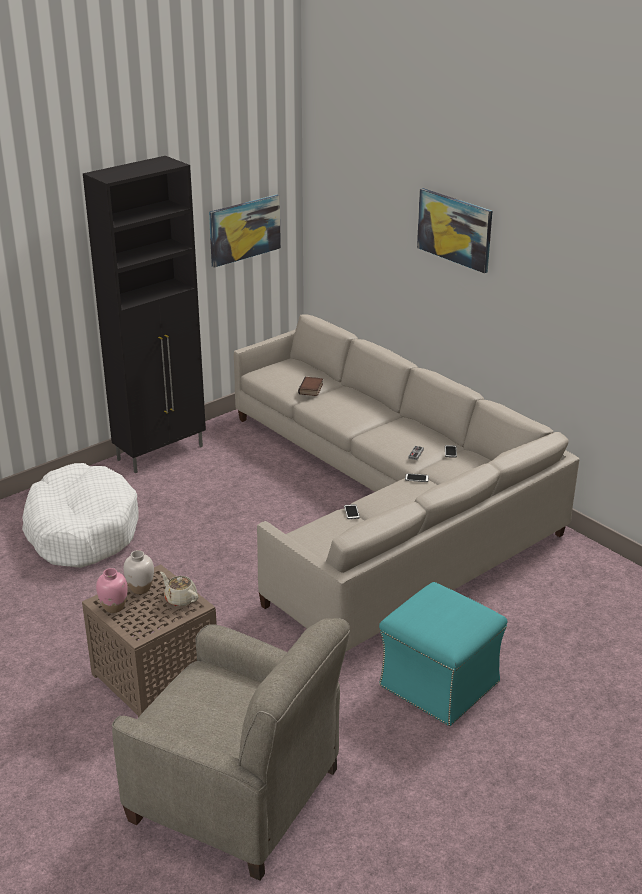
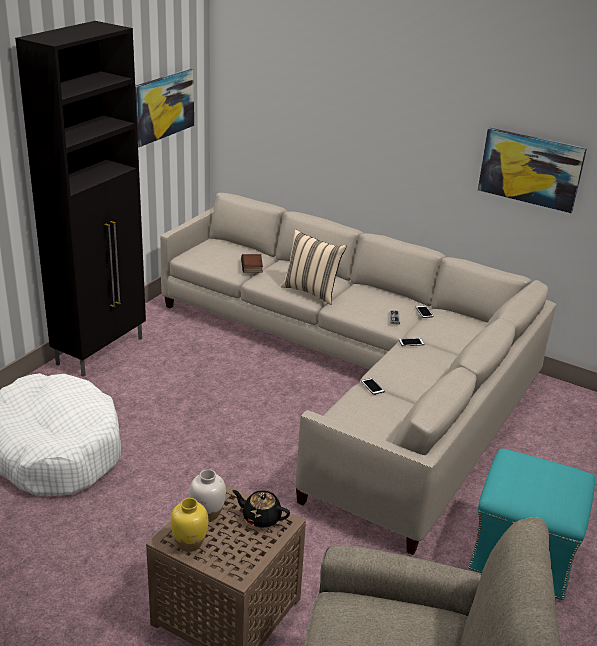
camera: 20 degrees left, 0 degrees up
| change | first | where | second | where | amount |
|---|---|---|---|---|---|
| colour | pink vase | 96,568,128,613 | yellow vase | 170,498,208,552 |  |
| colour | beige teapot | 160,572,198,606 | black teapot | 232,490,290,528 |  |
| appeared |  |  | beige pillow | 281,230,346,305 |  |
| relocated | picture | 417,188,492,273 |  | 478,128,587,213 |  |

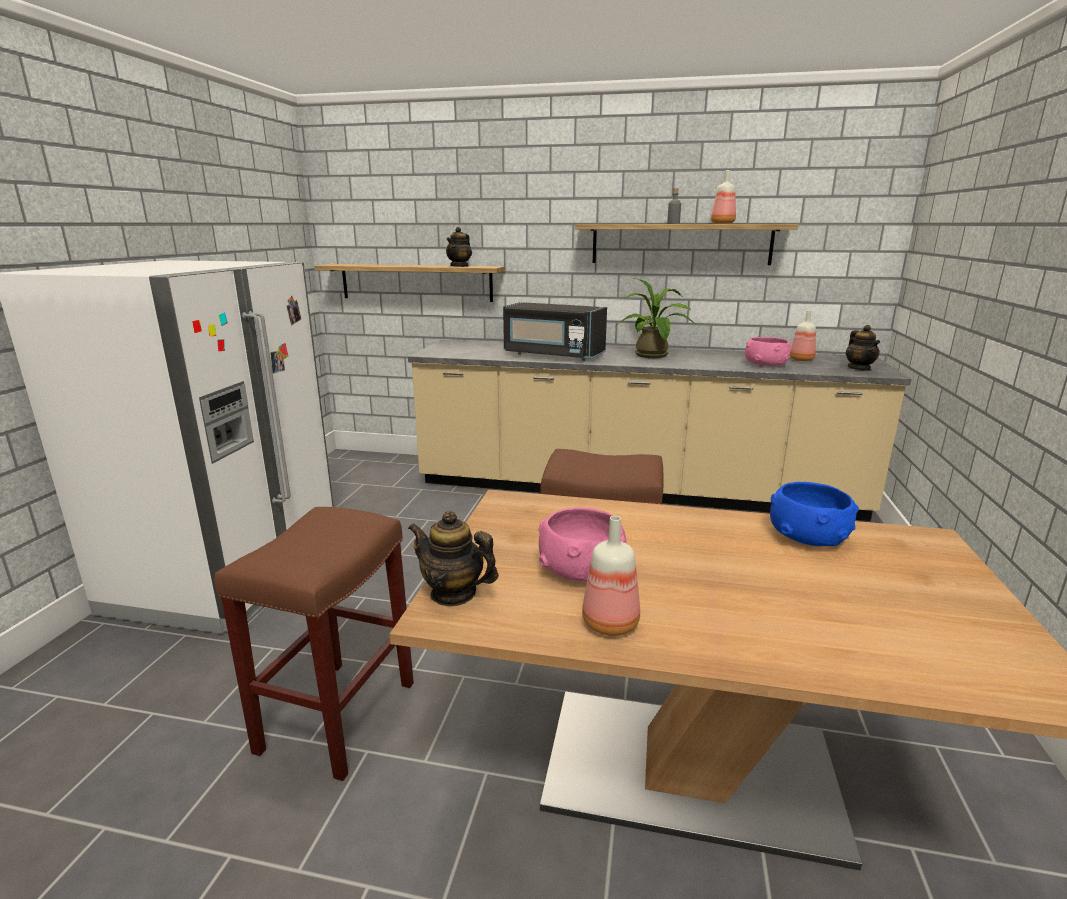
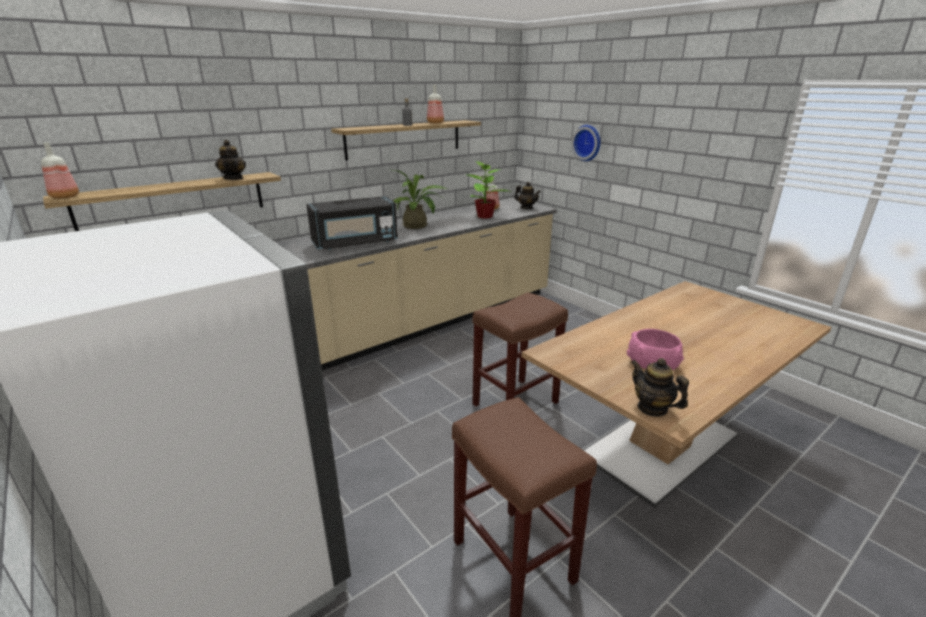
camera: 50 degrees left, 5 degrees up
| change | first | where | second | where | amount |
|---|---|---|---|---|---|
| relocated | bottle | 582,516,640,636 |  | 41,142,79,199 |  |
| exchanged | pink bowl | 744,337,791,366 | potted plant | 468,161,512,218 |  |
| appeared |  |  | wall clock | 572,125,600,161 |  |
| spun | teapot | 408,511,499,607 |  | 631,358,689,417 | 75 degrees clockwise |
| missing | blue bowl | 770,482,859,546 |  |  |  |

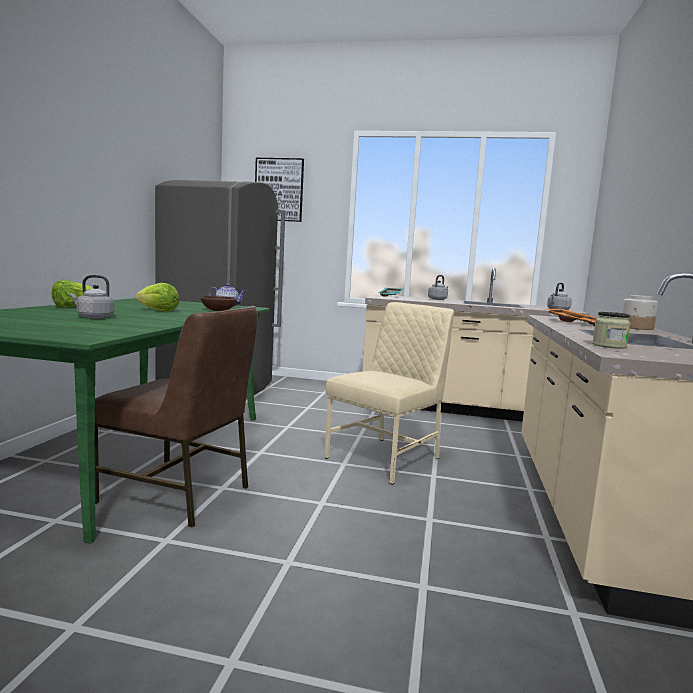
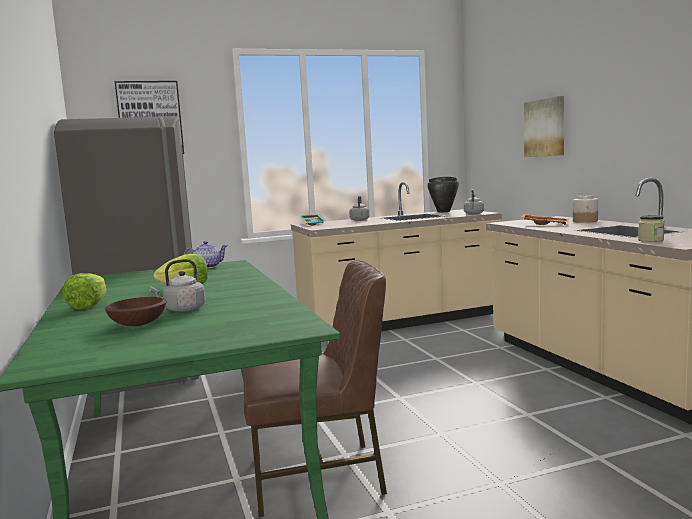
camera: 30 degrees left, 0 degrees up
| change | first | where | second | where | amount |
|---|---|---|---|---|---|
| relocated | brown bowl | 201,296,237,311 |  | 105,297,166,326 |  |
| appeared |  |  | black cooking pot | 427,177,459,212 |  |
| appeared |  |  | picture | 524,96,564,157 |  |
| missing | beige chair | 324,302,454,485 |  |  |  |

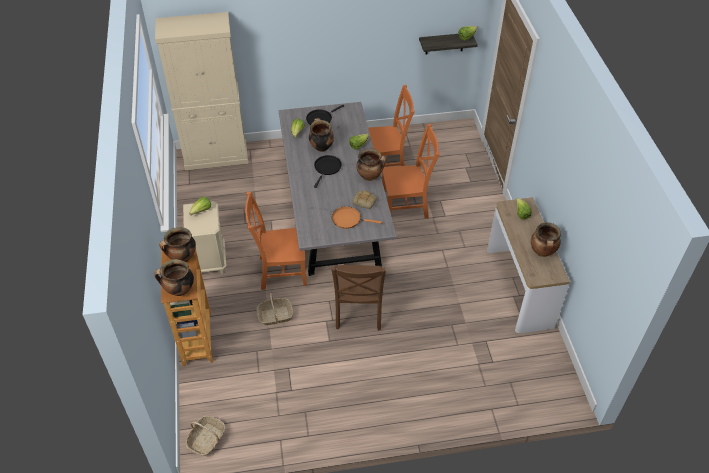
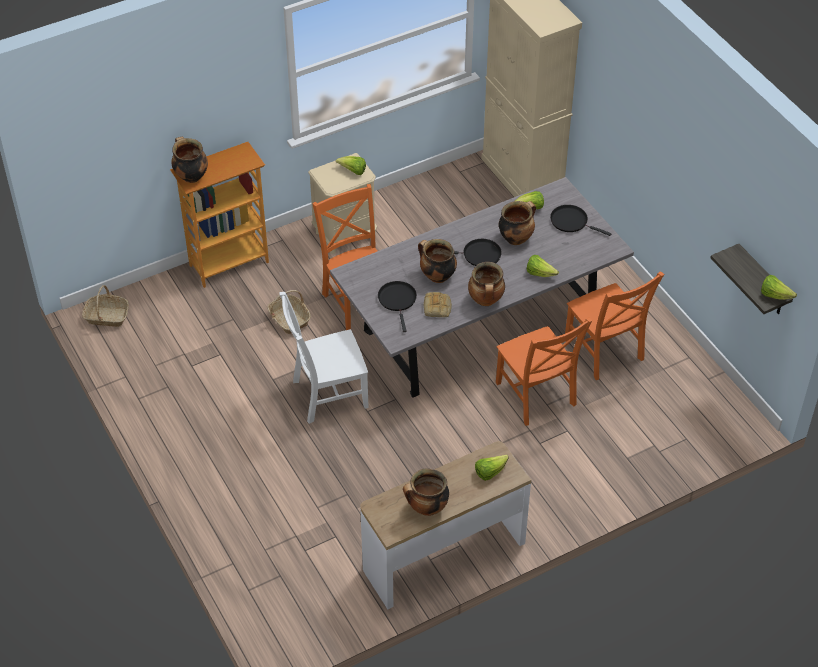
camera: 70 degrees right, 0 degrees up
| change | first | where | second | where | amount |
|---|---|---|---|---|---|
| colour | brown chair | 332,265,386,331 | white chair | 280,292,369,424 |  |
| colour | orange frying pan | 332,206,382,229 | black frying pan | 378,281,417,332 |  |
| relocated | cooking pot | 159,227,196,262 |  | 418,239,457,283 |  |

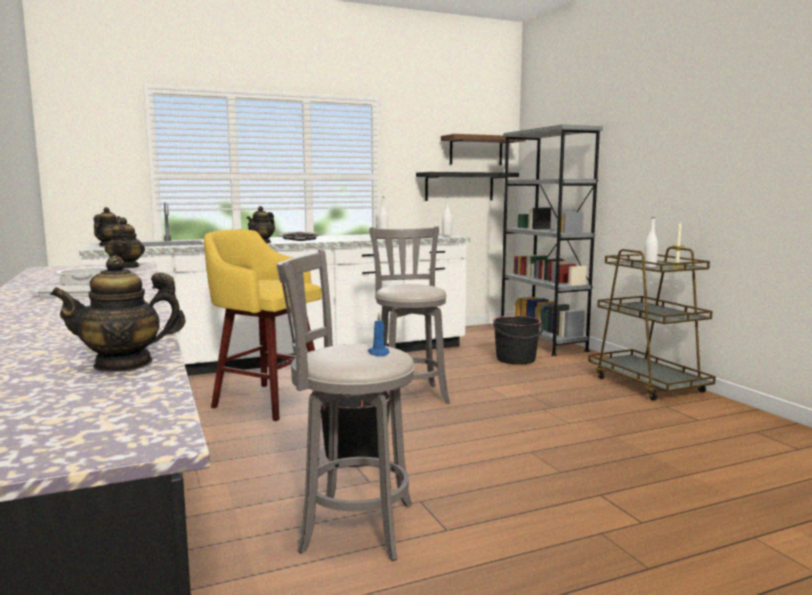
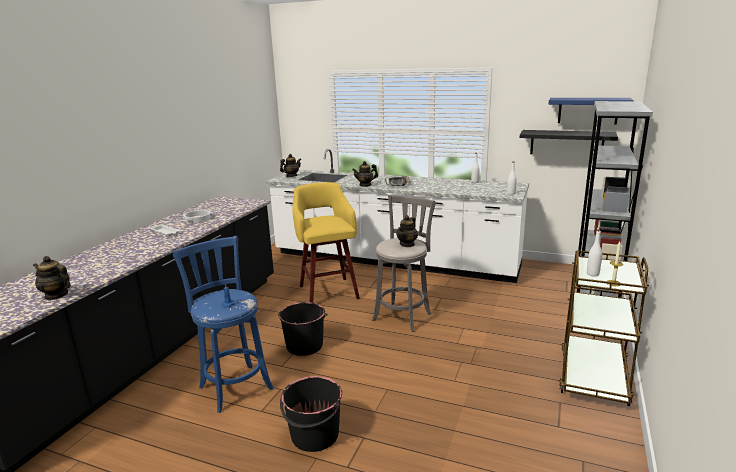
camera: 45 degrees right, 10 degrees up
| change | first | where | second | where | amount |
|---|---|---|---|---|---|
| colour | grey stool | 276,250,415,561 | blue stool | 173,236,273,413 |  |
| relocated | black bucket | 493,316,544,364 |  | 280,376,342,452 |  |
| relocated | teapot | 105,217,145,268 |  | 396,215,418,247 |  |
| colour | brown shelf | 441,134,526,165 | blue shelf | 548,98,634,124 |  |

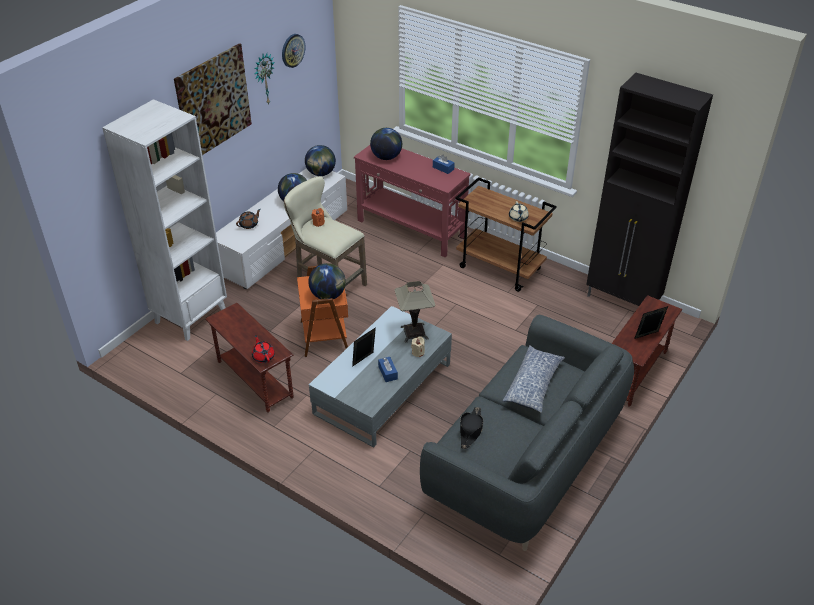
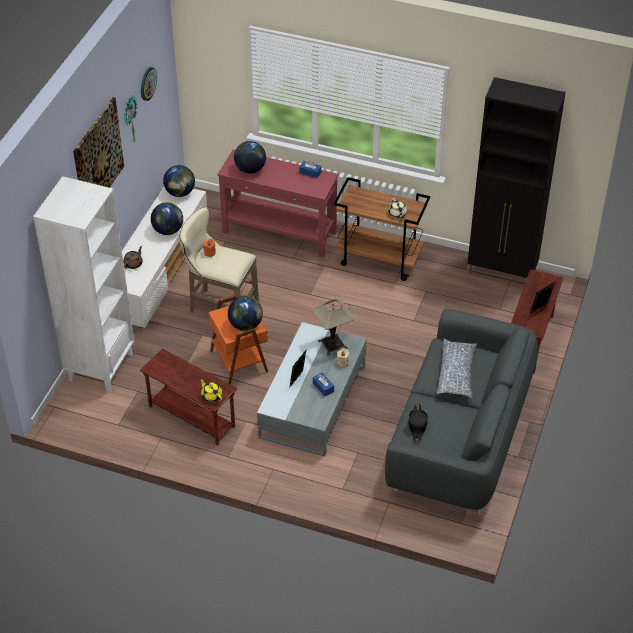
camera: 15 degrees left, 5 degrees up
| change | first | where | second | where | amount |
|---|---|---|---|---|---|
| colour | red teapot | 252,335,275,363 | yellow teapot | 200,378,222,402 |  |

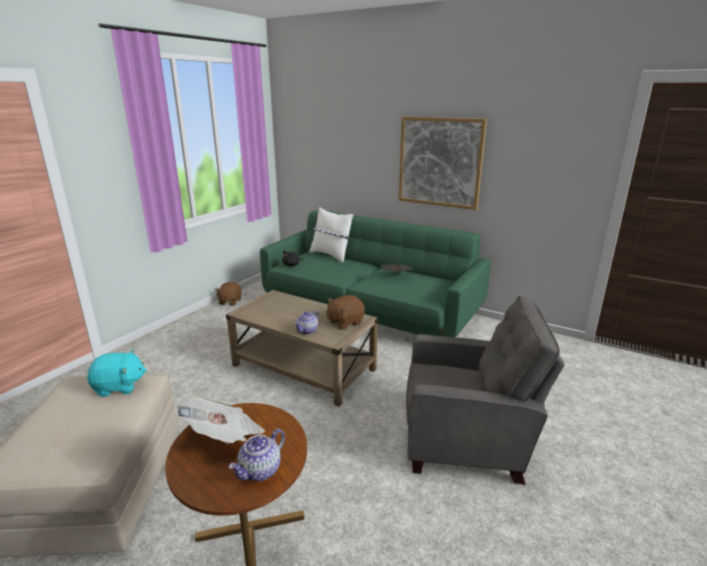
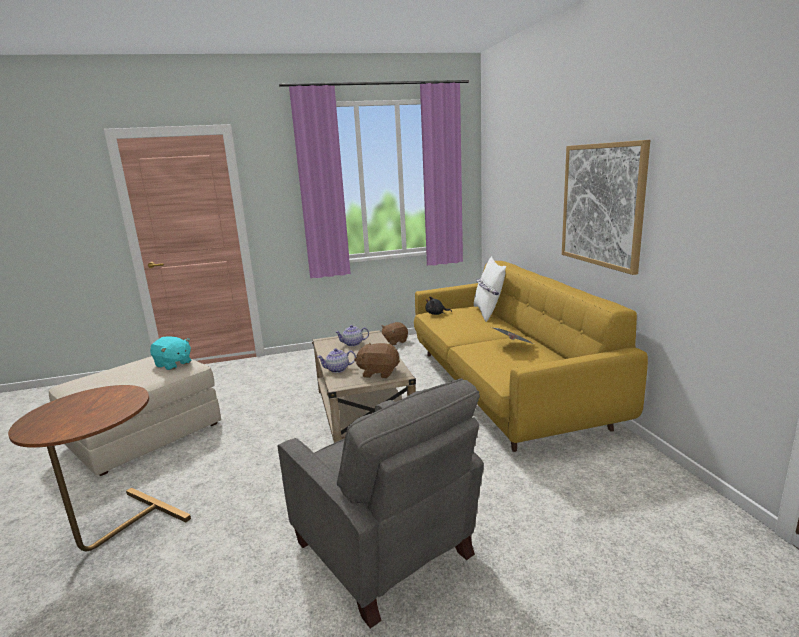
camera: 45 degrees right, 5 degrees down
| change | first | where | second | where | amount |
|---|---|---|---|---|---|
| relocated | teapot | 229,429,285,481 |  | 335,325,369,346 |  |
| colour | green sofa | 260,210,491,337 | yellow sofa | 414,261,648,452 |  |
| missing | newspaper | 173,395,265,444 |  |  |  |

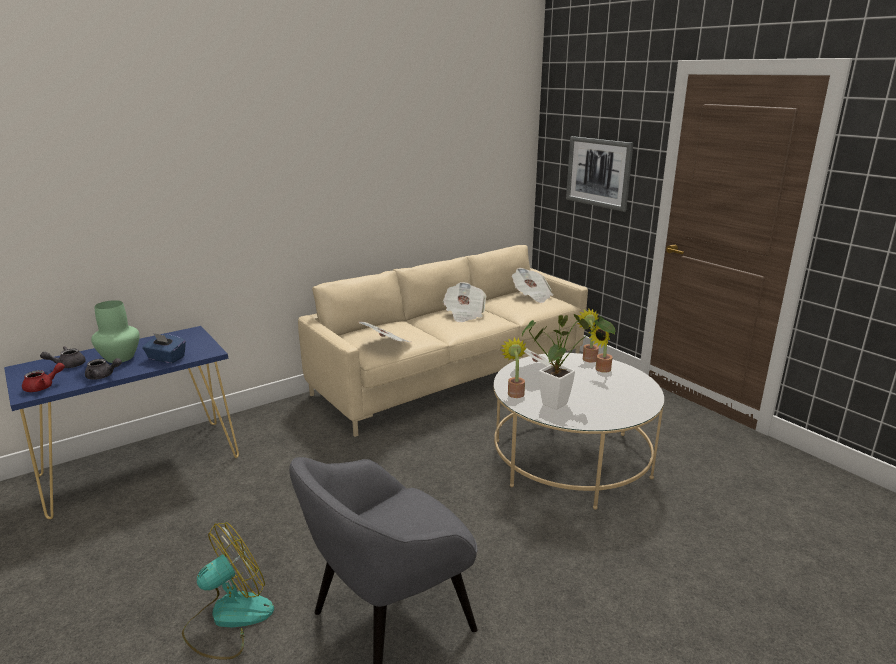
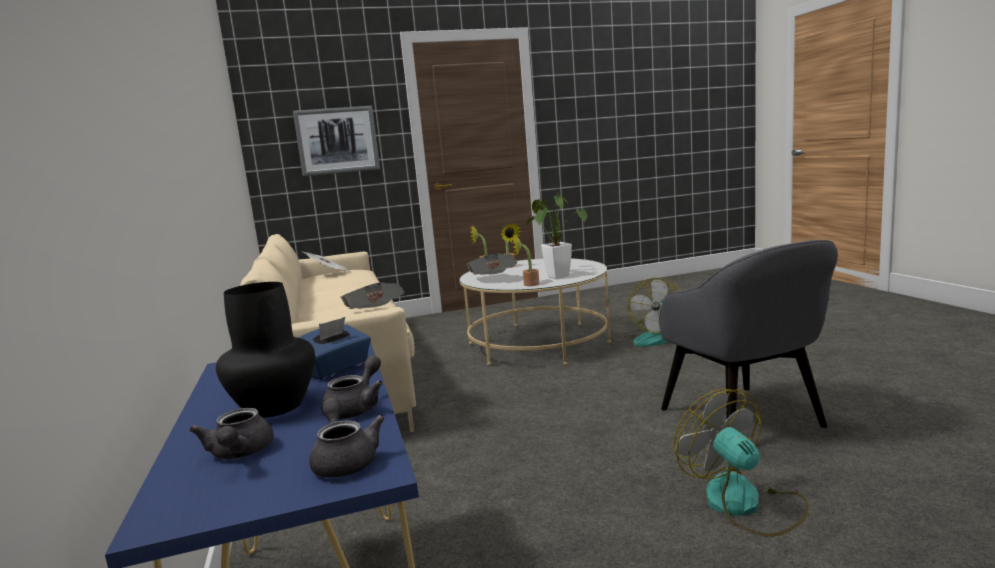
camera: 70 degrees left, 10 degrees down
| change | first | where | second | where | amount |
|---|---|---|---|---|---|
| colour | green vase | 91,300,140,363 | black vase | 216,282,315,418 |  |
| colour | red teapot | 22,363,65,392 | grey teapot | 309,398,385,478 |  |
| appeared |  |  | fan | 623,278,681,347 |  |
| missing | newspaper | 443,282,486,322 |  |  |  |

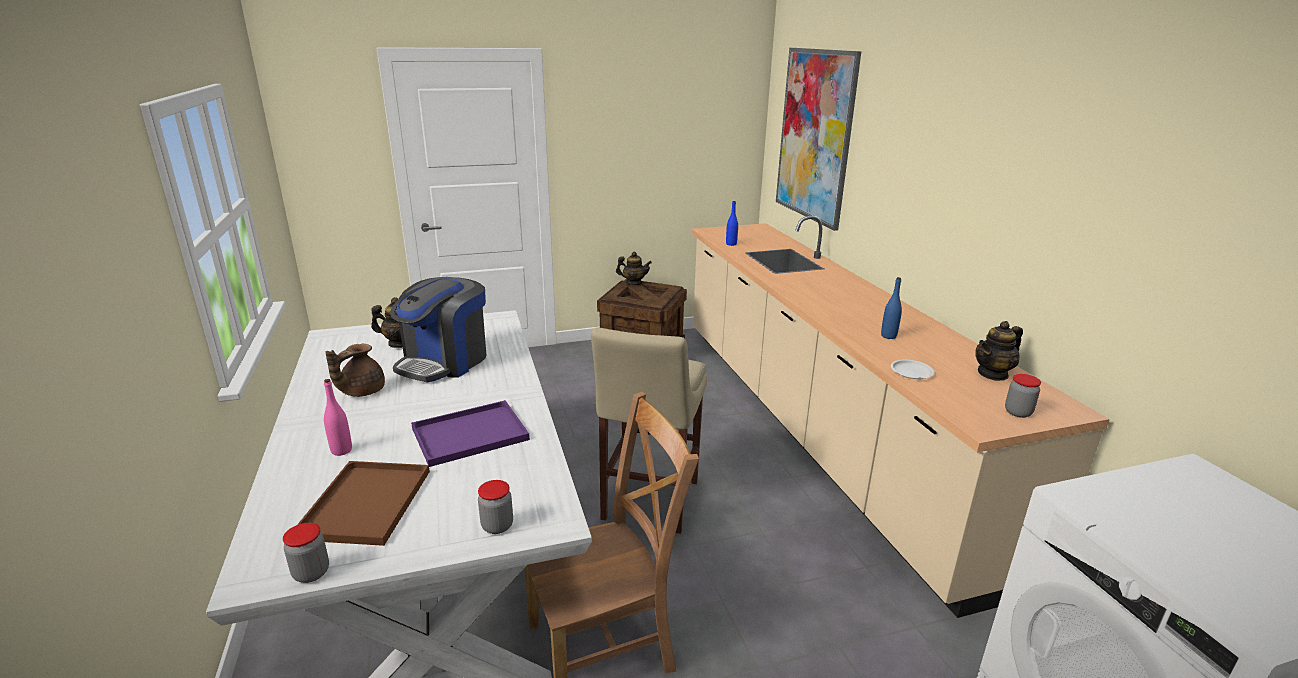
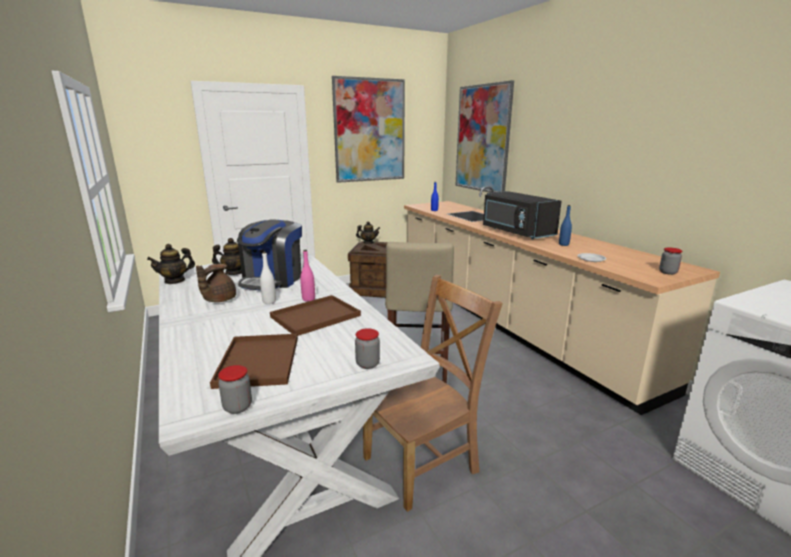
camera: 10 degrees left, 5 degrees down
| change | first | where | second | where | amount |
|---|---|---|---|---|---|
| relocated | teapot | 975,321,1023,381 |  | 147,244,195,284 |  |
| appeared |  |  | white bottle | 260,252,276,304 |  |
| colour | purple tray | 411,400,530,467 | brown tray | 270,295,361,336 |  |
| relocated | pink bottle | 324,379,352,456 |  | 300,250,315,302 |  |
| appeared |  |  | picture | 332,76,405,183 |  |
| appeared |  |  | black microwave | 483,191,562,239 |  |

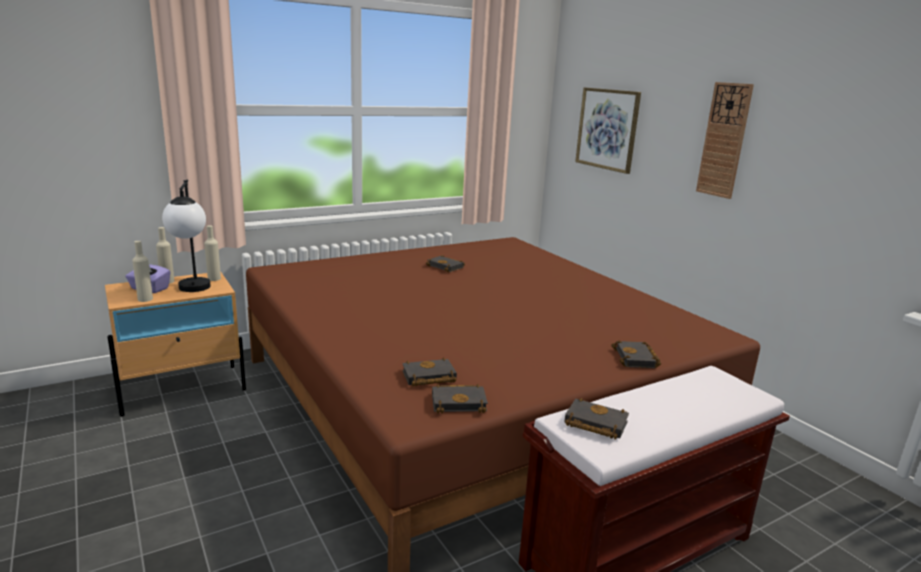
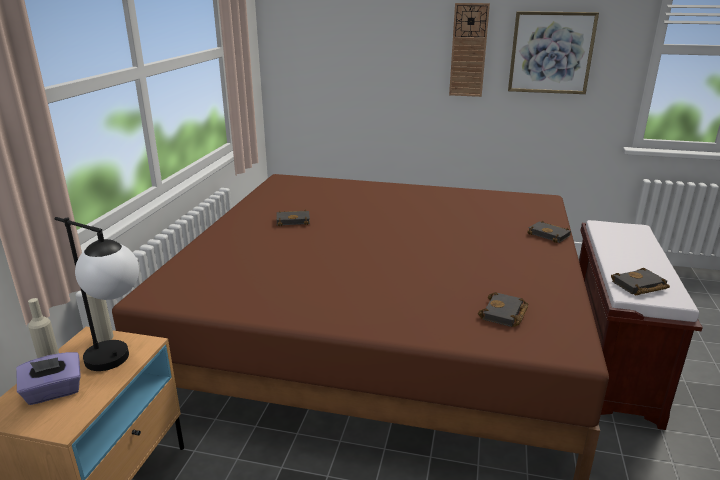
camera: 45 degrees left, 5 degrees up
| change | first | where | second | where | amount |
|---|---|---|---|---|---|
| relocated | picture | 575,88,641,174 |  | 508,11,599,94 |  |
| missing | beige bottle | 132,241,153,302 |  |  |  |
| missing | black book | 432,384,488,414 |  |  |  |

